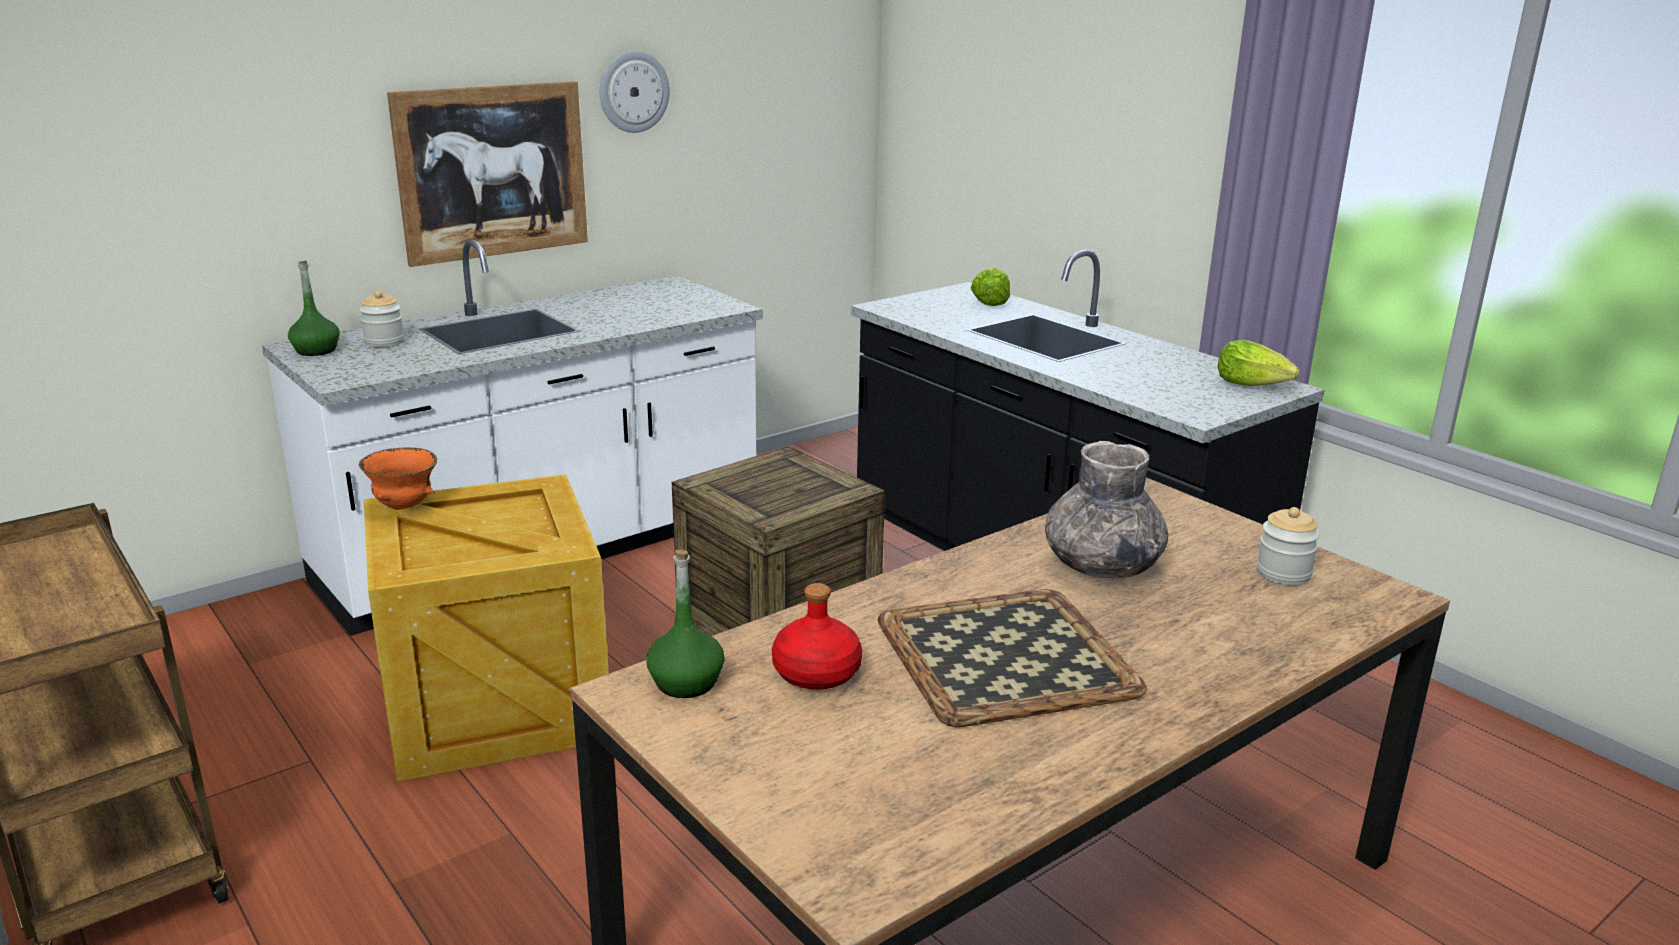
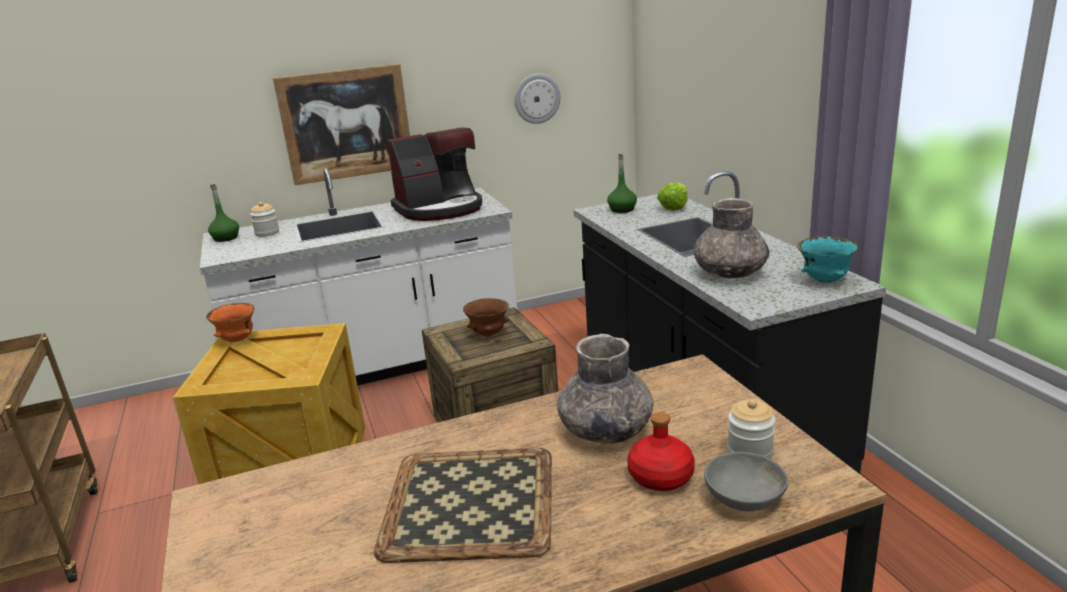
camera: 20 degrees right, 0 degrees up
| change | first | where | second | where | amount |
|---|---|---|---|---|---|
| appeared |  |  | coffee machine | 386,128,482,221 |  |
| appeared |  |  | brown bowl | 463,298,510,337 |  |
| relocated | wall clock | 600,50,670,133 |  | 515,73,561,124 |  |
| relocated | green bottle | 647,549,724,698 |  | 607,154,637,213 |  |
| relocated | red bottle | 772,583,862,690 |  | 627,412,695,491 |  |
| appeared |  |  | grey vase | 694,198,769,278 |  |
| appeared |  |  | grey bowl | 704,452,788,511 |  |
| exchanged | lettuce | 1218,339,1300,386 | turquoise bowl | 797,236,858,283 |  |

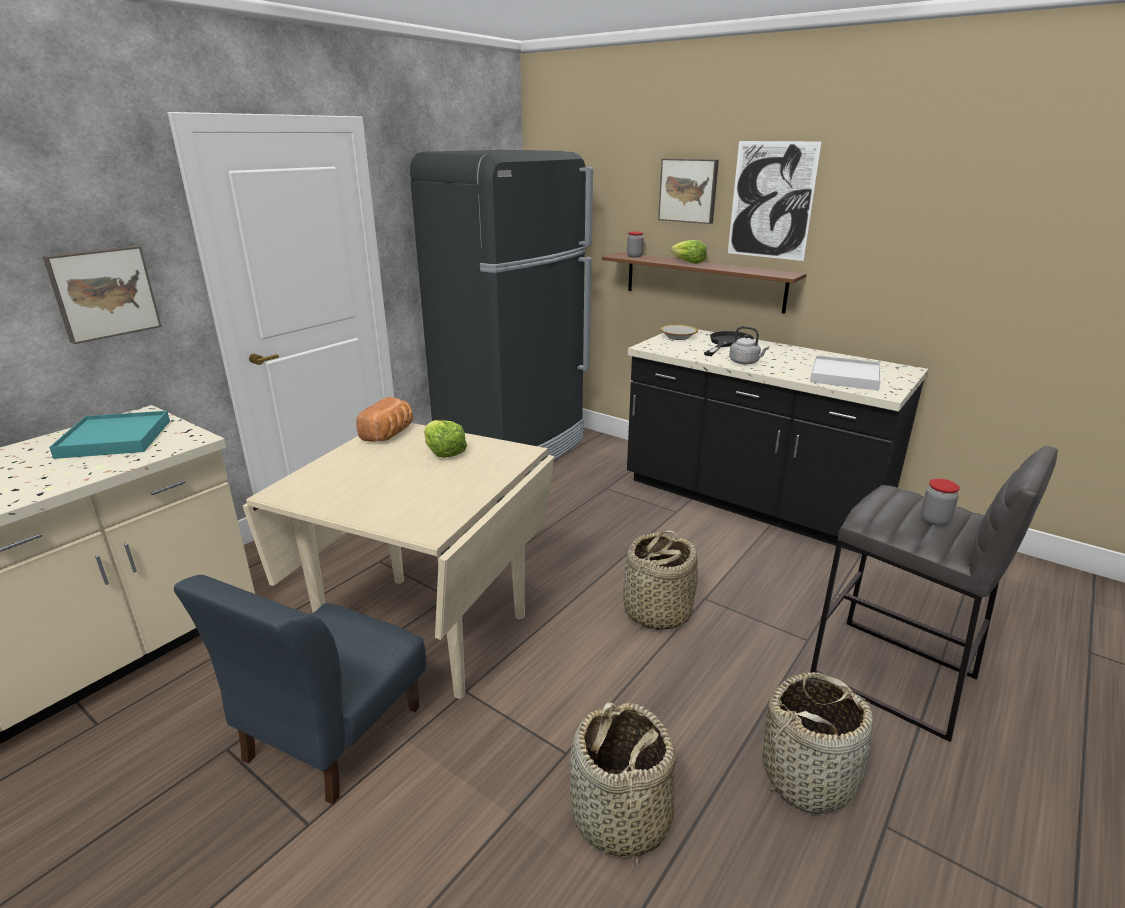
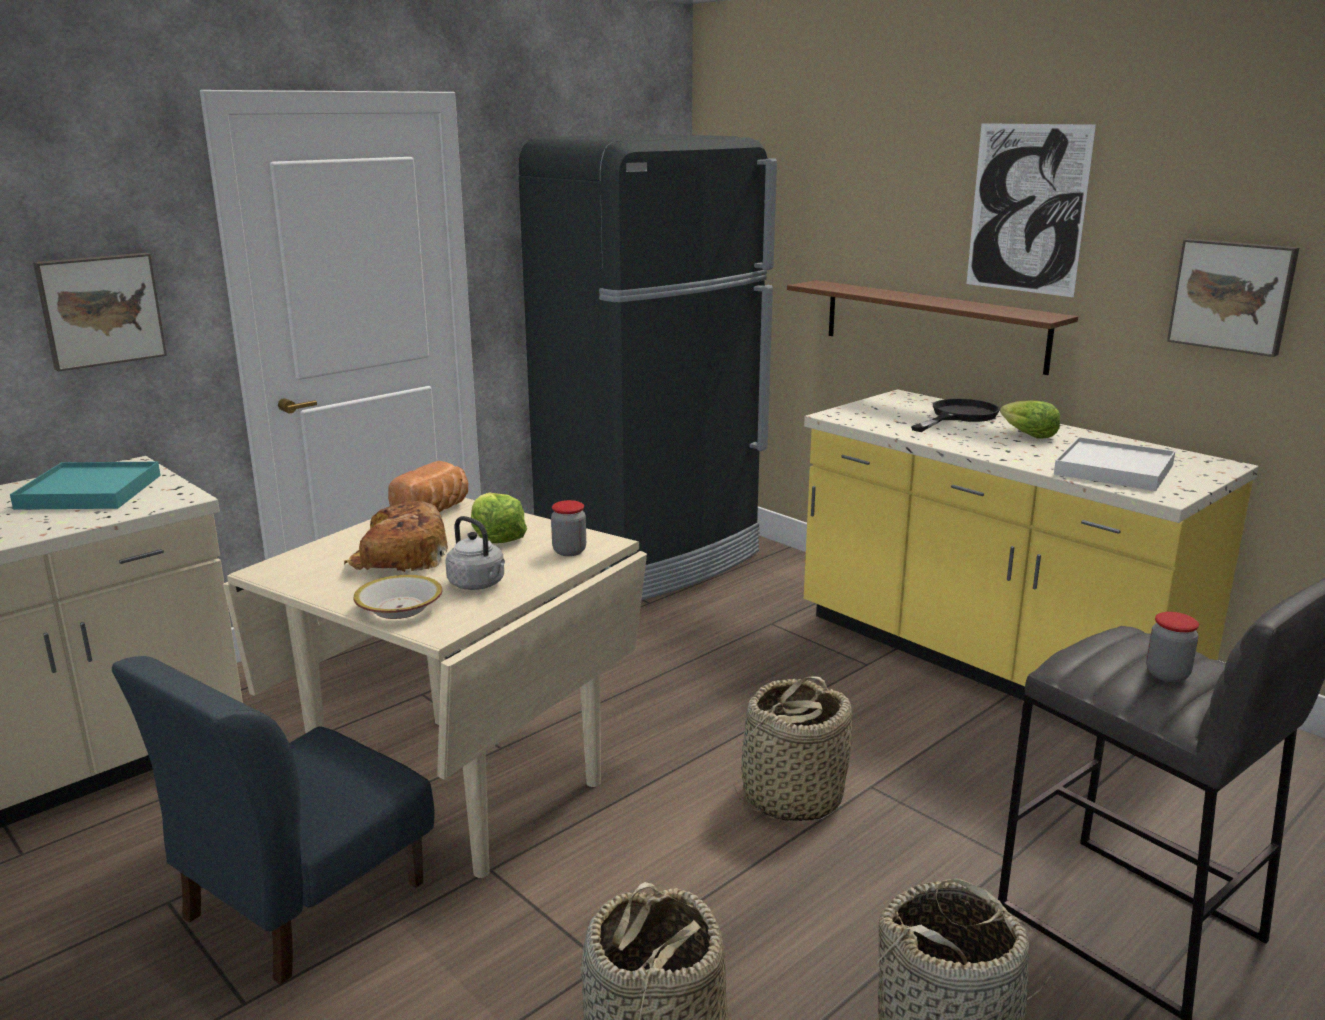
camera: 10 degrees right, 5 degrees down
| change | first | where | second | where | amount |
|---|---|---|---|---|---|
| appeared |  |  | bread | 344,501,448,572 |  |
| relocated | bowl | 660,325,698,340 |  | 354,575,442,619 |  |
| relocated | grey kettle | 729,326,769,365 |  | 446,516,505,590 |  |
| relocated | jar | 627,231,644,258 |  | 551,500,586,556 |  |
| colour | black counter | 627,329,928,556 | yellow counter | 804,389,1258,705 |  |
| relocated | lettuce | 671,240,707,264 |  | 1000,400,1060,439 |  |
| relocated | picture | 658,158,719,224 |  | 1167,239,1299,357 |  |

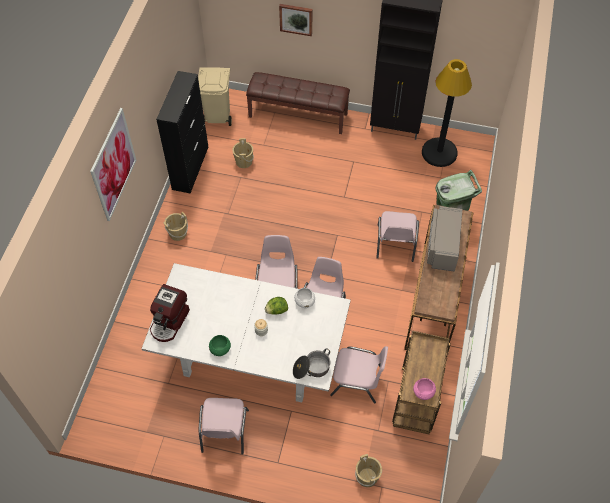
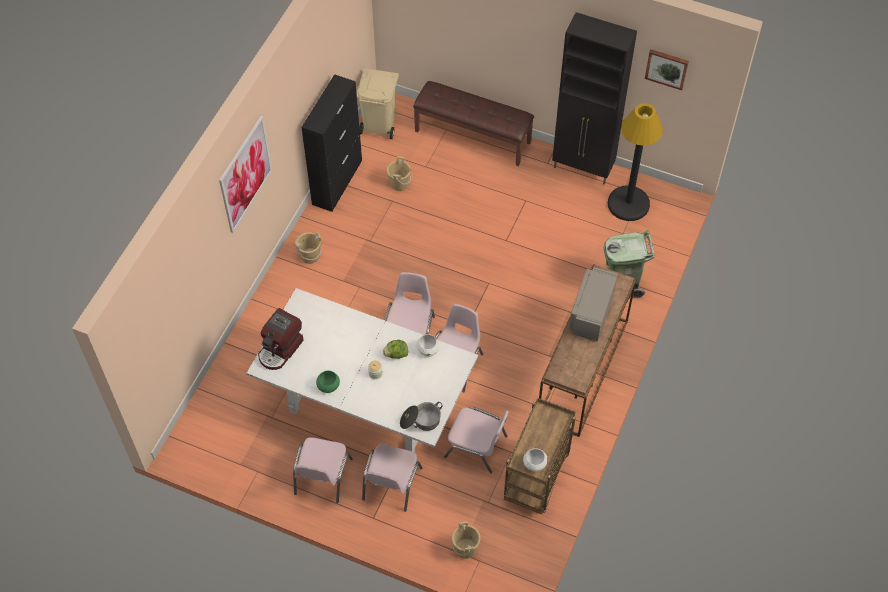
camera: 10 degrees right, 0 degrees up
| change | first | where | second | where | amount |
|---|---|---|---|---|---|
| relocated | pink chair | 376,211,419,262 |  | 362,444,422,512 |  |
| colour | pink bowl | 413,378,436,400 | white bowl | 523,448,548,472 |  |
| relocated | picture | 279,4,313,36 |  | 645,49,689,90 |  |

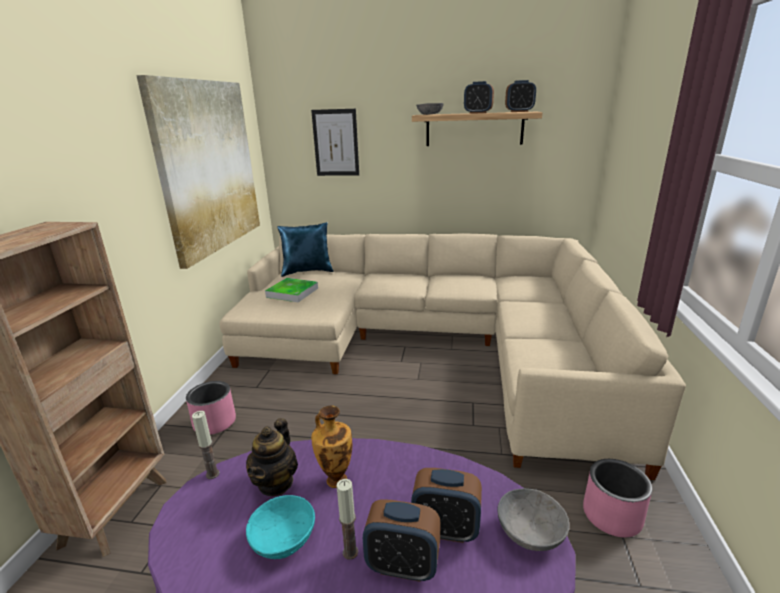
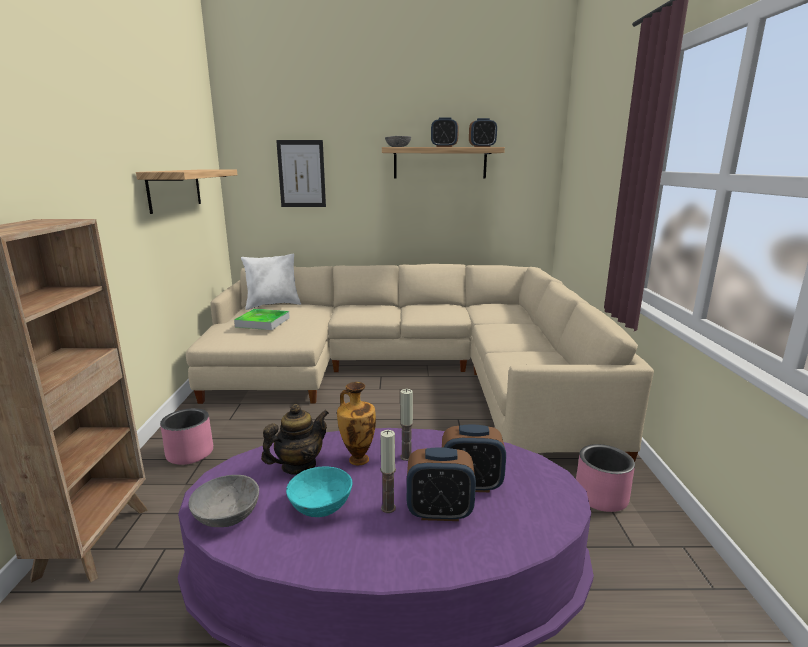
camera: 10 degrees left, 5 degrees down
| change | first | where | second | where | amount |
|---|---|---|---|---|---|
| exchanged | picture | 136,75,260,269 | shelf | 136,169,237,214 |  |
| relocated | grey bowl | 498,488,569,551 |  | 189,475,259,527 |  |
| colour | blue pillow | 277,222,333,277 | white pillow | 241,253,301,310 |  |
| spun | teapot | 246,418,298,496 |  | 261,404,329,475 | 135 degrees counterclockwise |
| relocated | candle | 192,411,219,479 |  | 400,389,413,461 |  |

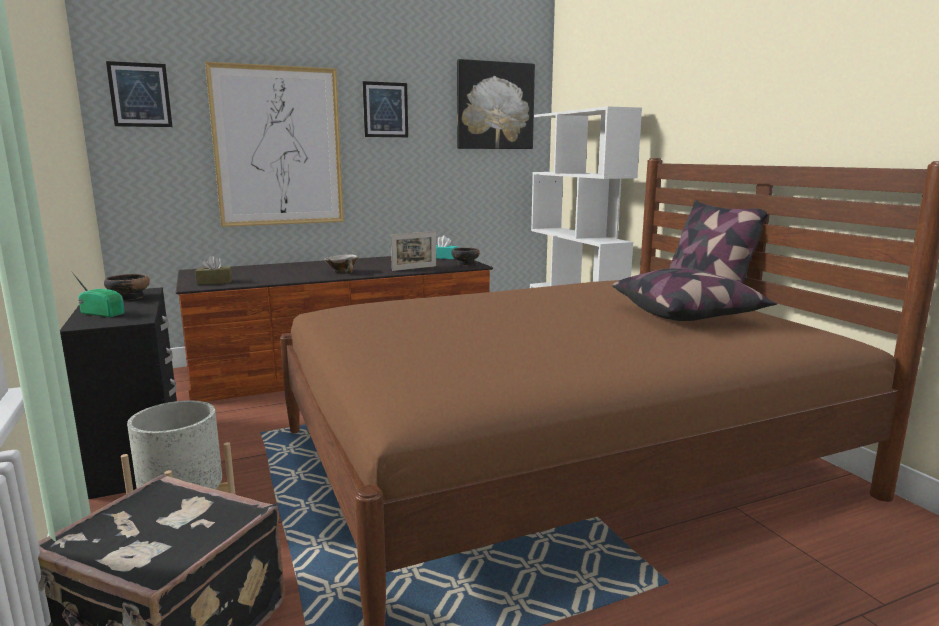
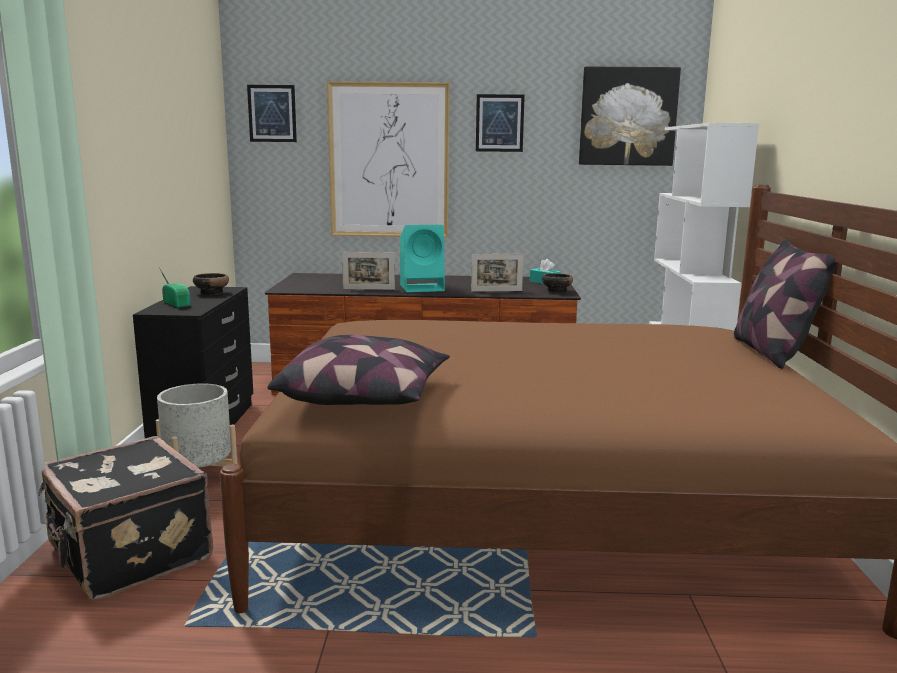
camera: 25 degrees right, 0 degrees up
| change | first | where | second | where | amount |
|---|---|---|---|---|---|
| relocated | pillow | 612,268,777,321 |  | 268,335,450,405 |  |
| appeared |  |  | picture frame | 342,252,395,290 |  |
| exchanged | bowl | 324,254,358,274 | turquoise speaker | 400,225,445,292 |  |
| missing | brown tissue box | 195,255,232,285 |  |  |  |

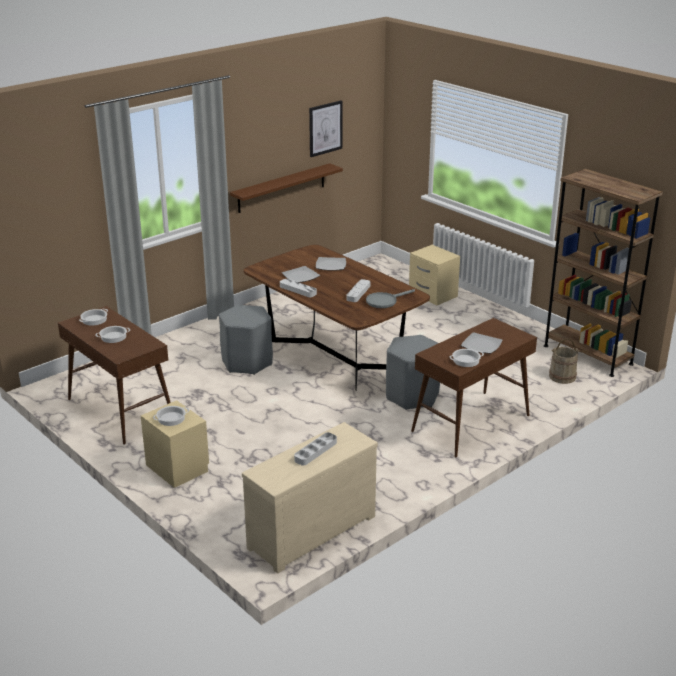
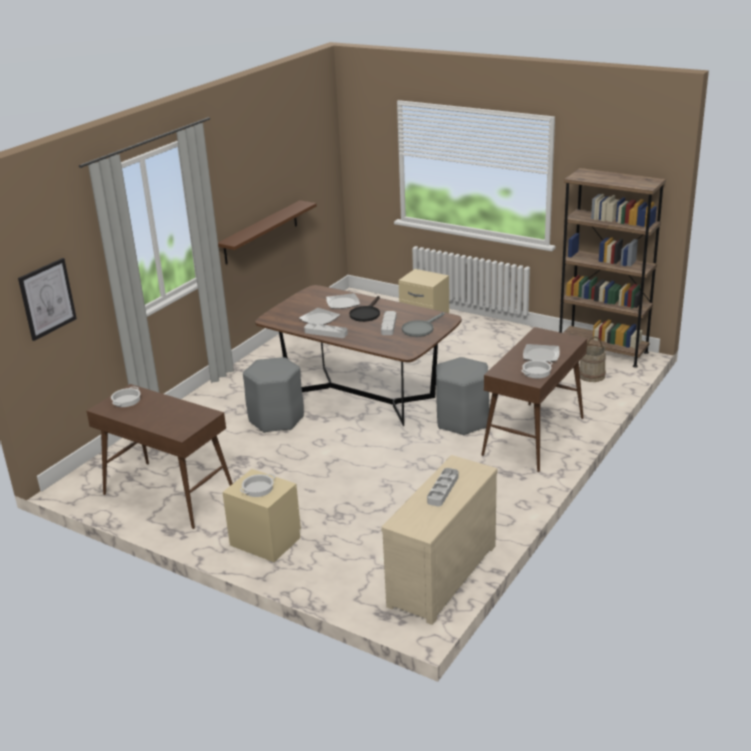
camera: 15 degrees left, 0 degrees up
| change | first | where | second | where | amount |
|---|---|---|---|---|---|
| relocated | picture | 309,100,342,157 |  | 18,258,77,341 |  |
| appeared |  |  | black frying pan | 349,296,380,322 |  |
| missing | cooking pot | 95,326,130,343 |  |  |  |

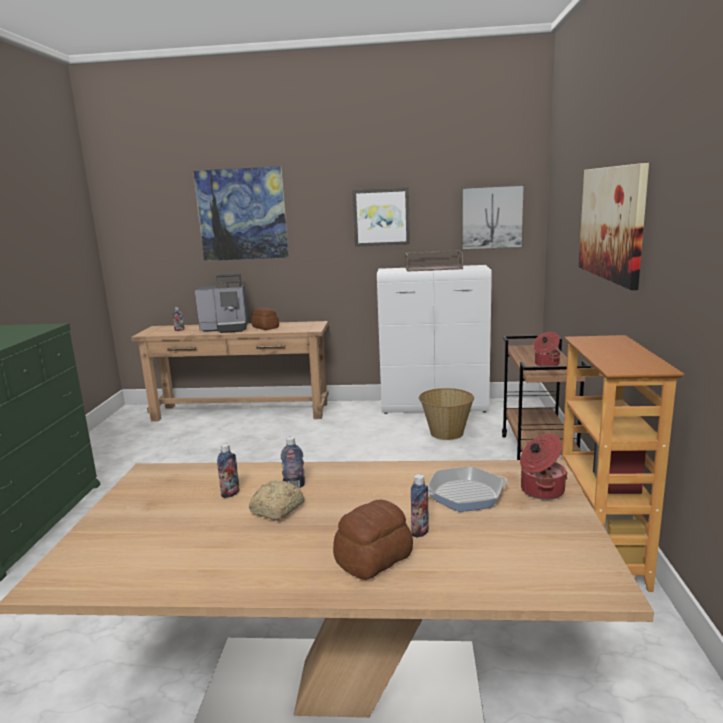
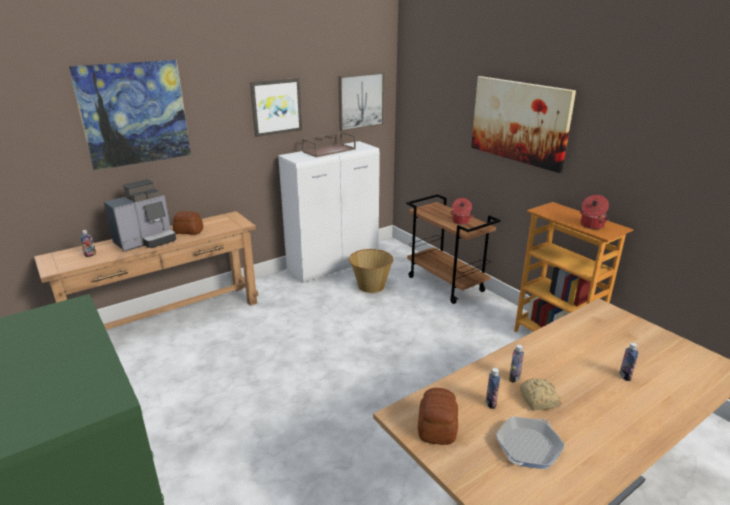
camera: 40 degrees left, 10 degrees up
| change | first | where | second | where | amount |
|---|---|---|---|---|---|
| relocated | bread | 333,500,413,580 |  | 418,388,458,445 |  |
| relocated | frying pan | 428,467,508,512 |  | 496,417,565,469 |  |
| relocated | cooking pot | 520,434,568,500 |  | 580,195,609,229 |  |

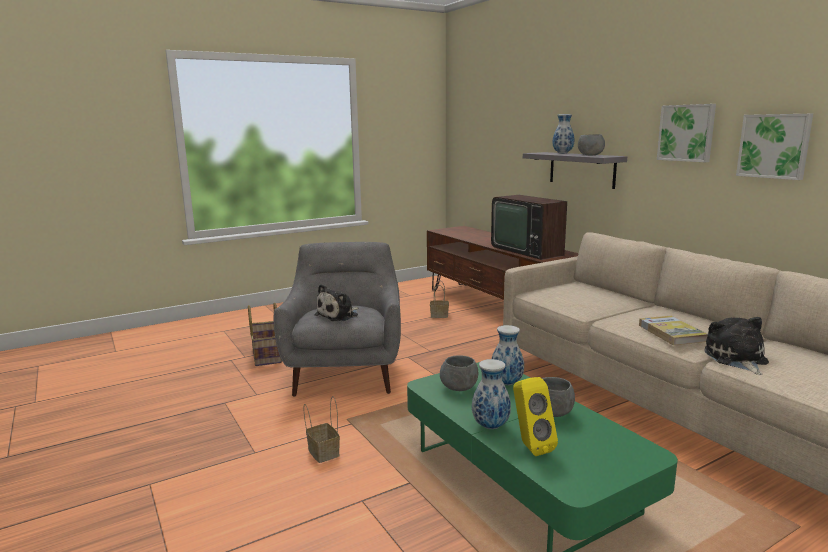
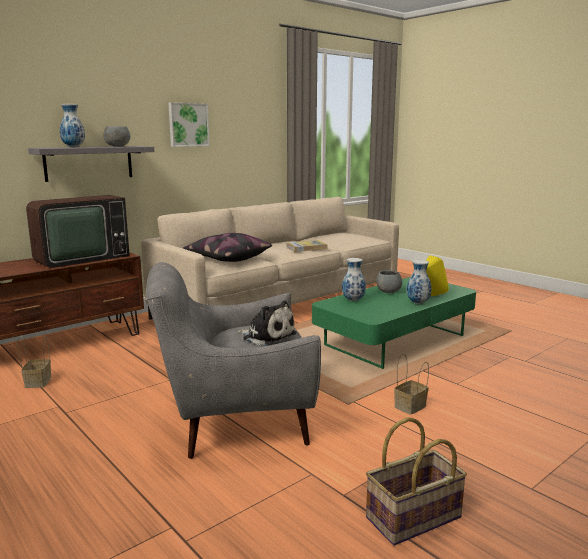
camera: 100 degrees left, 0 degrees up
| change | first | where | second | where | amount |
|---|---|---|---|---|---|
| appeared |  |  | pillow | 183,233,272,262 |  |
| relocated | basket | 248,303,282,366 |  | 366,417,467,545 |  |
| missing | grey bowl | 440,355,478,391 |  |  |  |
| missing | plush toy | 704,317,769,375 |  |  |  |
| missing | picture | 736,114,813,180 |  |  |  |

